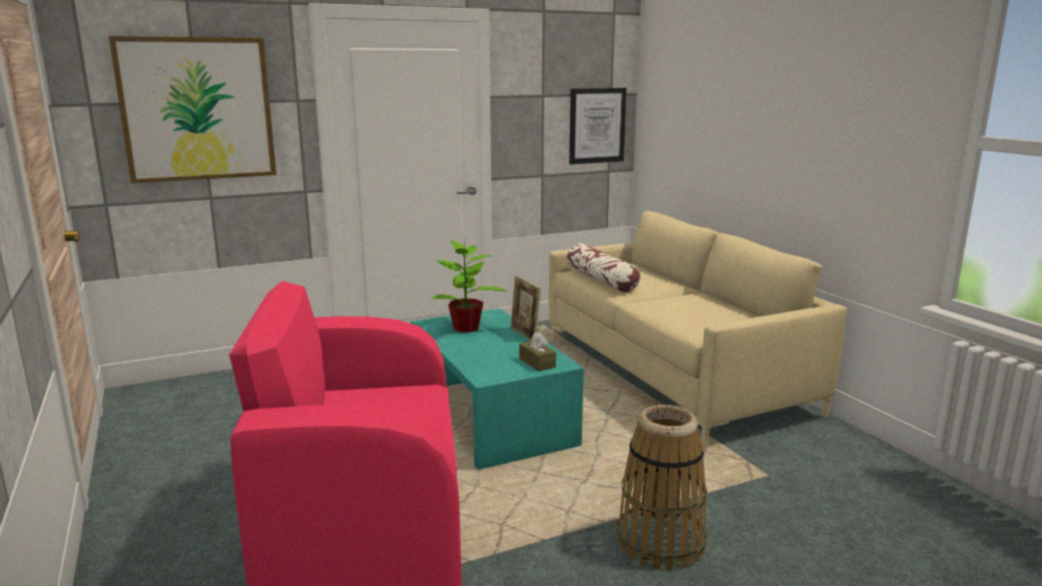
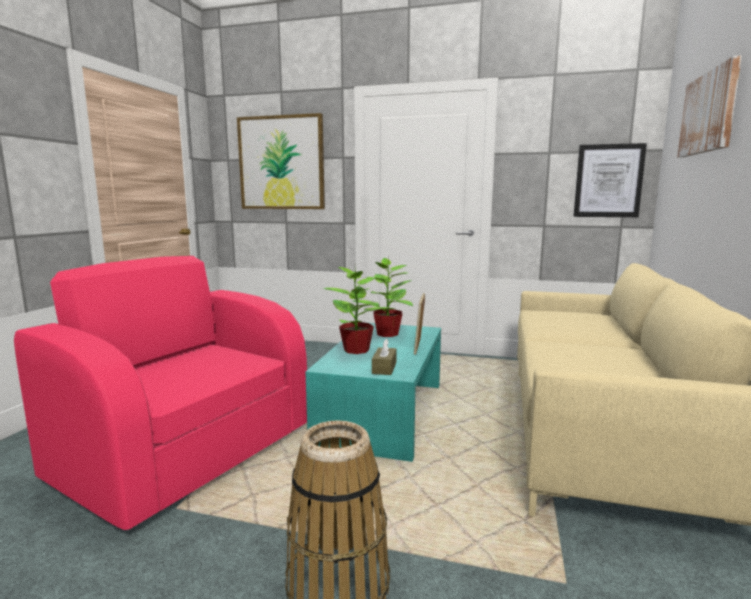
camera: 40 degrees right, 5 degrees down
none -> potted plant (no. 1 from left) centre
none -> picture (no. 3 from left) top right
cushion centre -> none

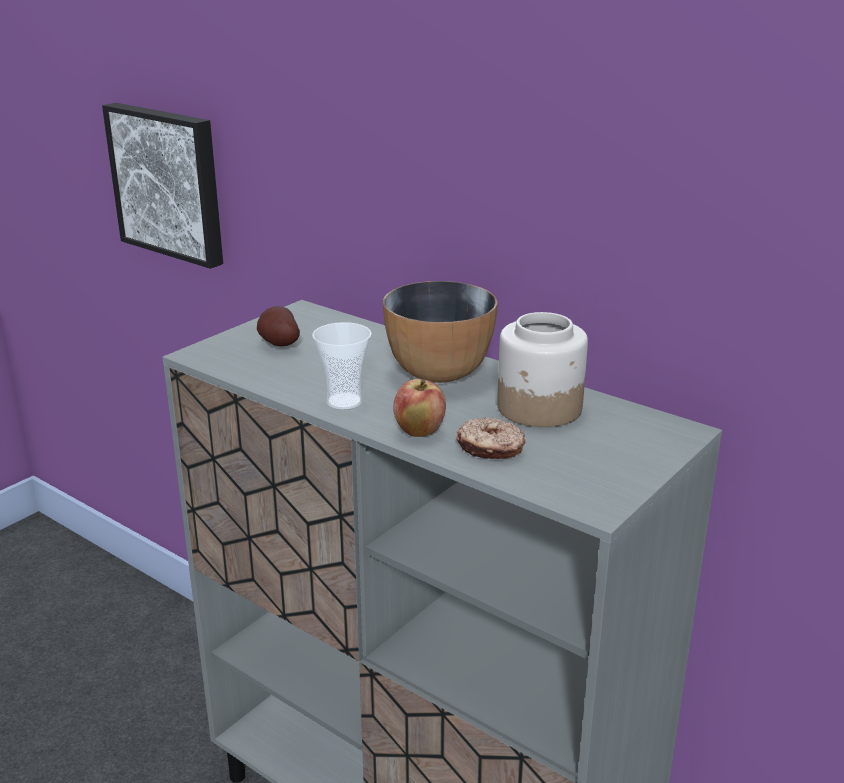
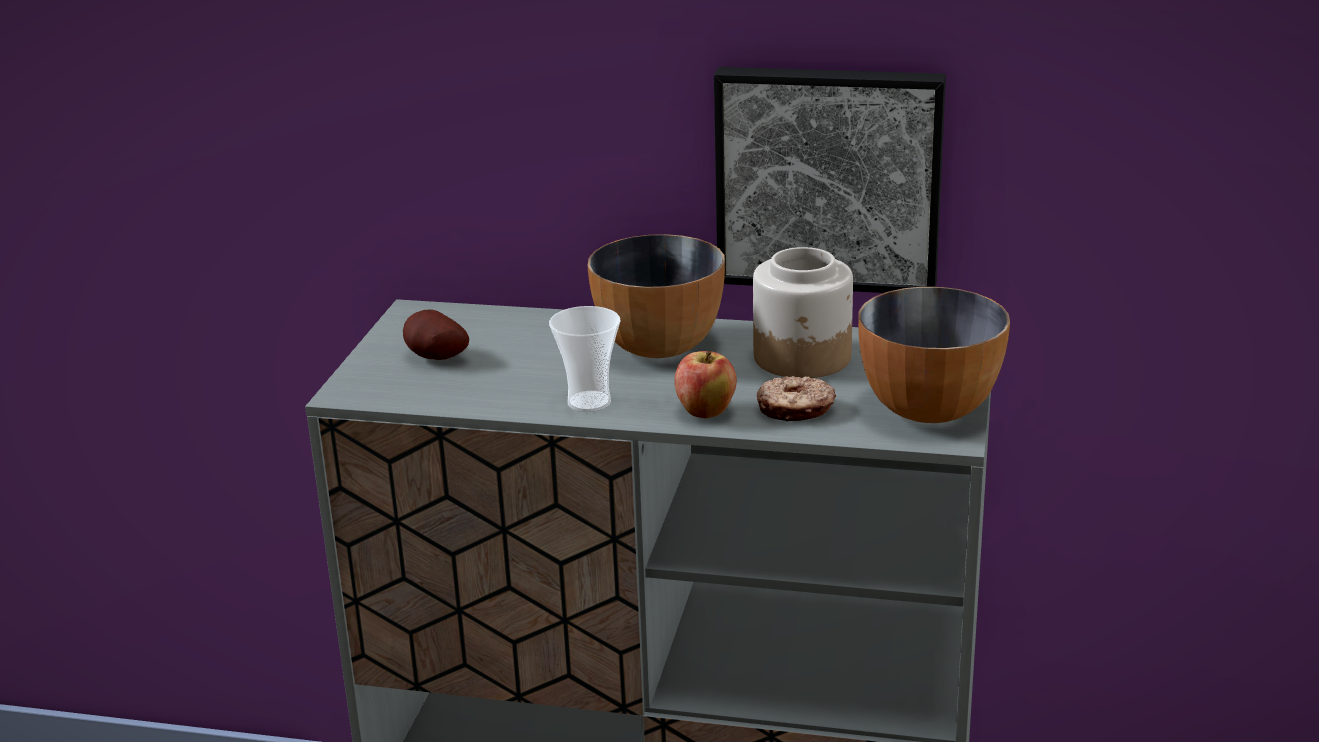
camera: 25 degrees left, 0 degrees up
picture top left -> picture top centre, shifted
none -> bowl (no. 2 from left) middle right

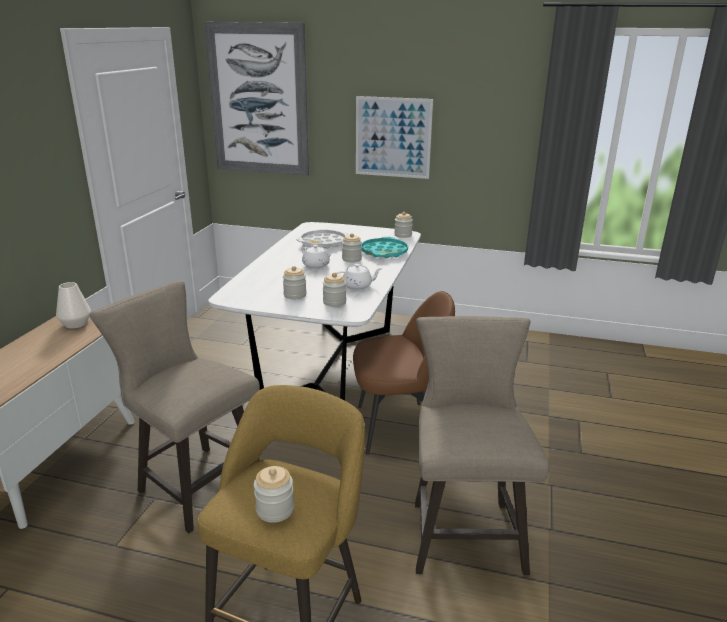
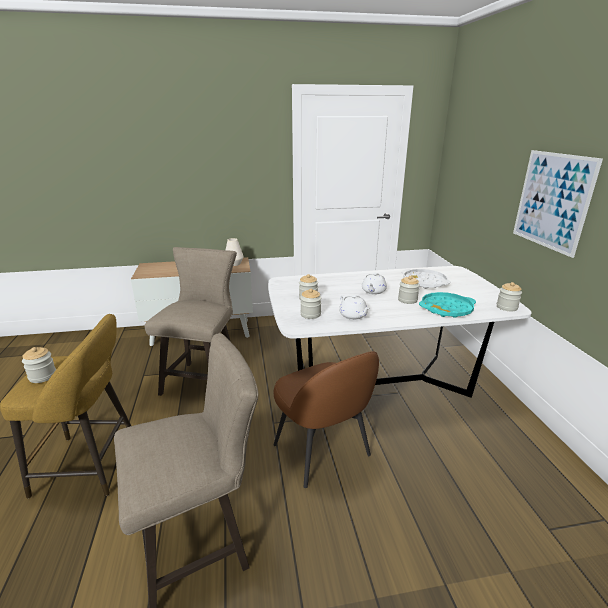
camera: 65 degrees right, 0 degrees up
picture (no. 1 from left) top centre -> none

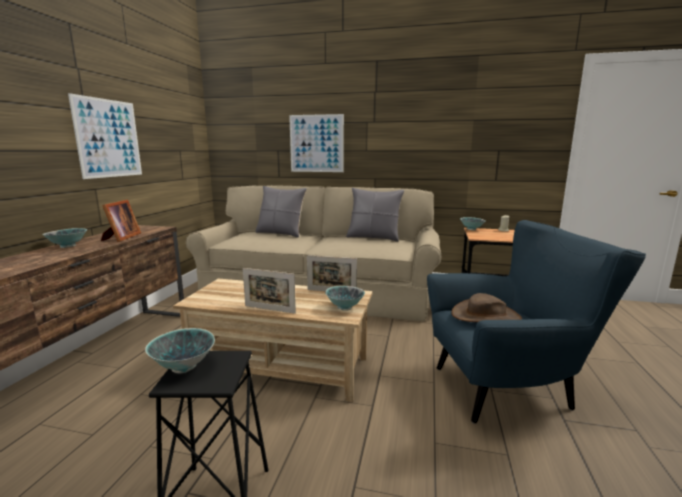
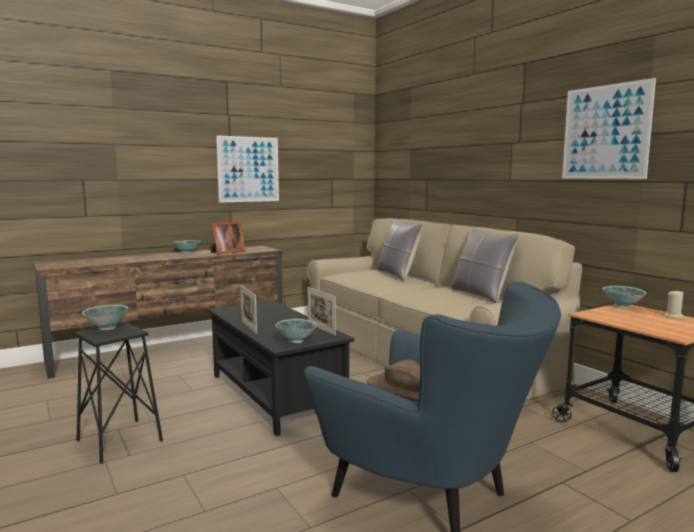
camera: 45 degrees right, 5 degrees down
beige-coloured low table bottom centre -> black low table bottom centre
picture (no. 2 from left) top centre -> picture (no. 2 from left) top right, shifted

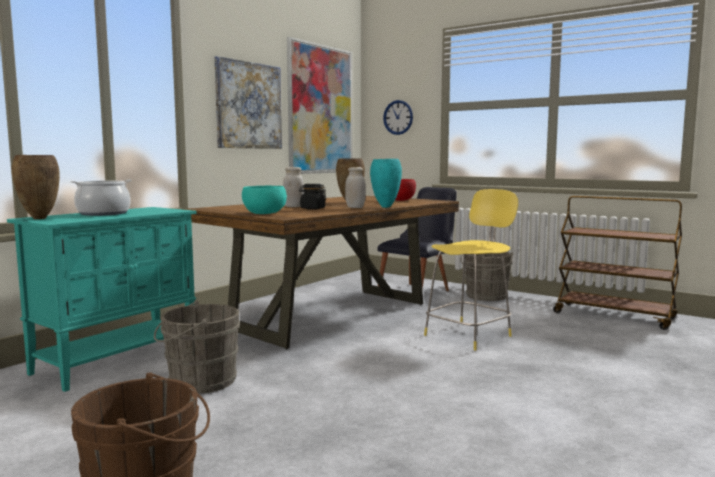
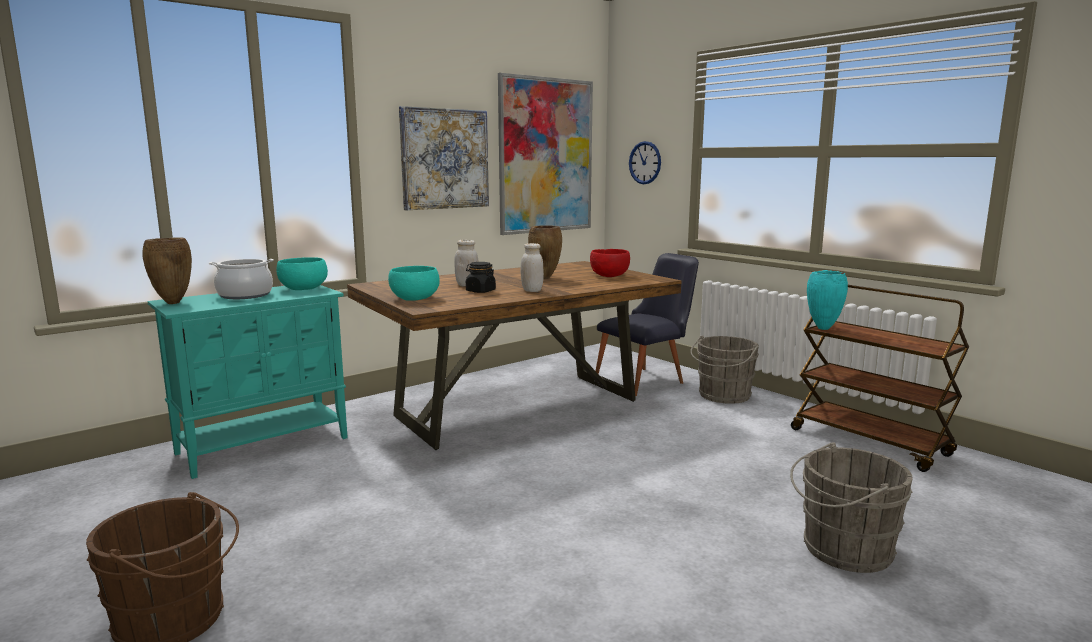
camera: 15 degrees right, 5 degrees up
none -> blue-green bowl (no. 1 from left) middle left
gray water bucket (no. 1 from left in the first image) bottom left -> gray water bucket (no. 2 from left) bottom right, shifted
blue-green flower vase centre -> blue-green flower vase middle right, shifted
yellowish stool seat centre -> none

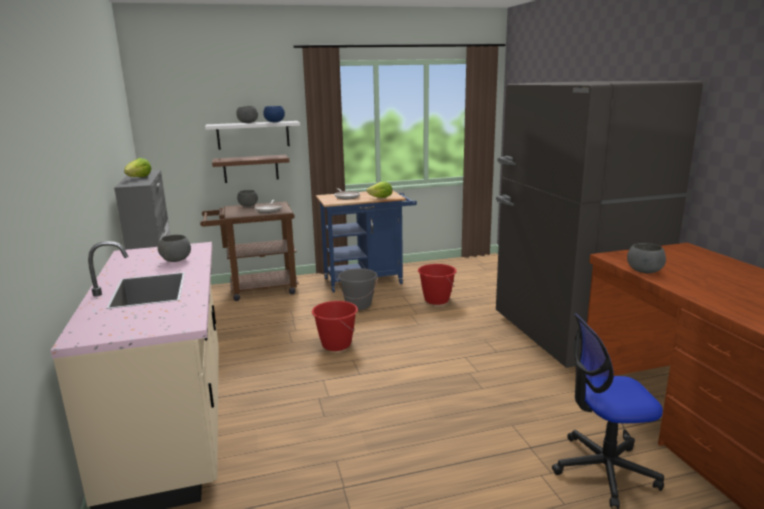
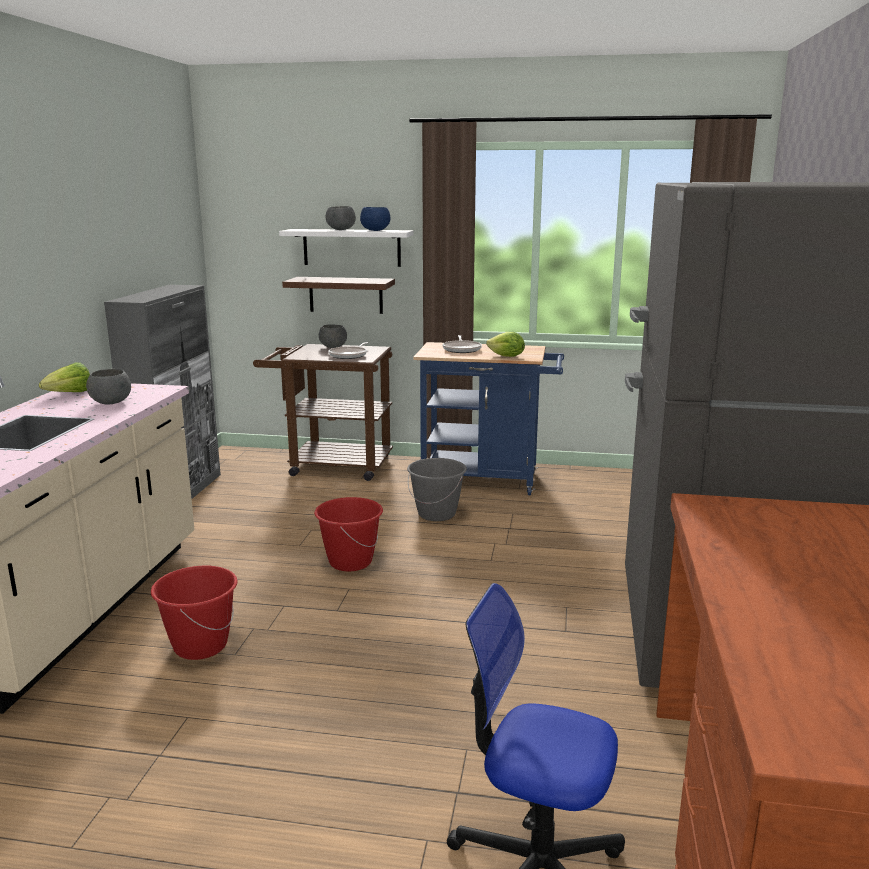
camera: 25 degrees right, 0 degrees up
head of lettuce (no. 1 from left) top left -> head of lettuce (no. 1 from left) middle left, shifted
red-coloured water bucket (no. 2 from left in the first image) centre -> red-coloured water bucket (no. 1 from left) bottom left, shifted
gray bowl (no. 4 from left) middle right -> none

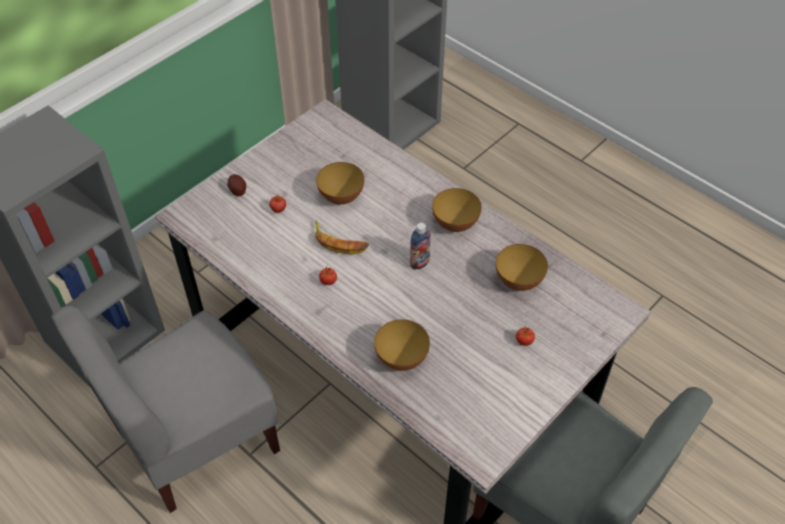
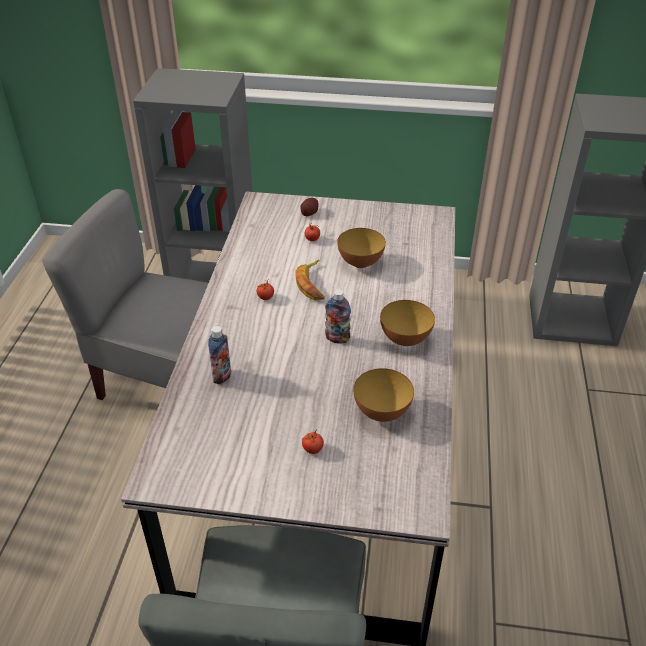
camera: 55 degrees right, 10 degrees down
bowl (no. 2 from left) centre -> bottle (no. 1 from left) centre

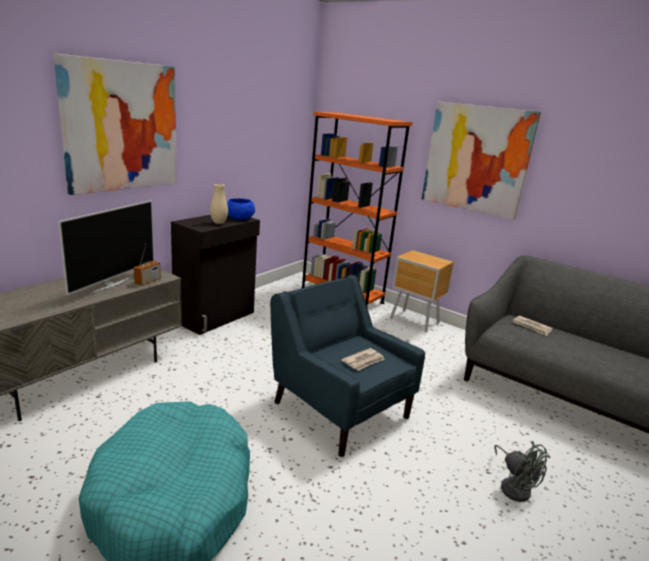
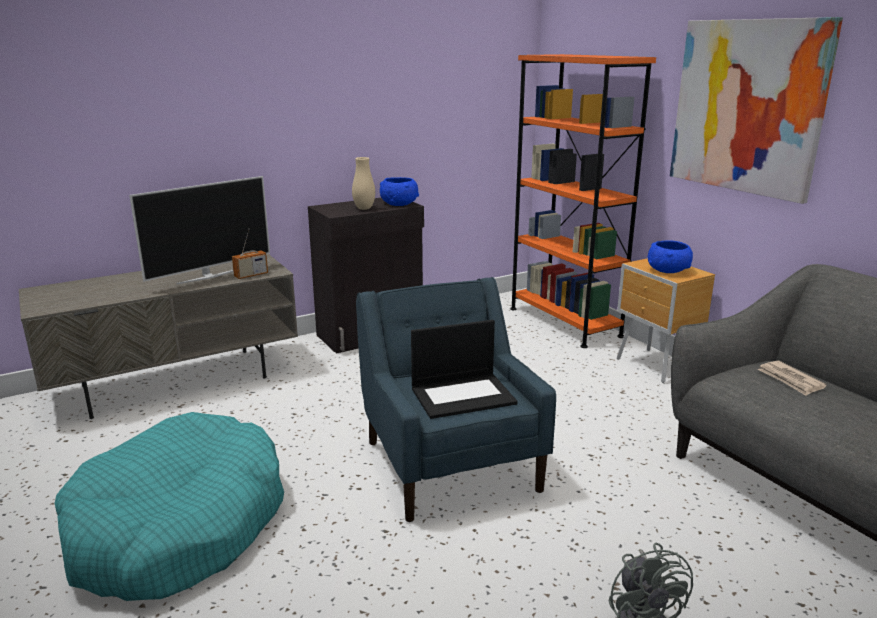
camera: 25 degrees right, 0 degrees up
newspaper (no. 1 from left) centre -> portable computer centre
none -> blue-coloured bowl (no. 2 from left) middle right
picture (no. 1 from left) top left -> none

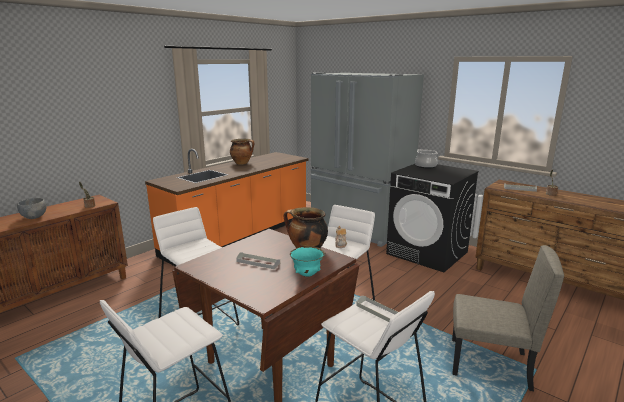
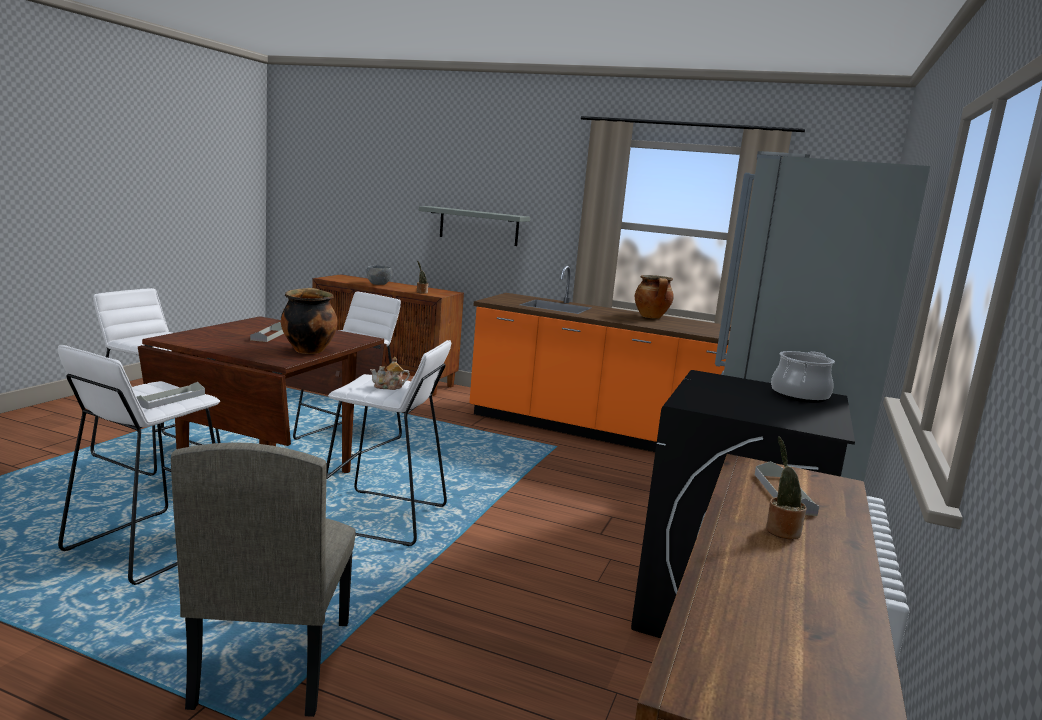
camera: 70 degrees right, 5 degrees down
none -> gray wall shelf top centre
blue-green bowl centre -> none

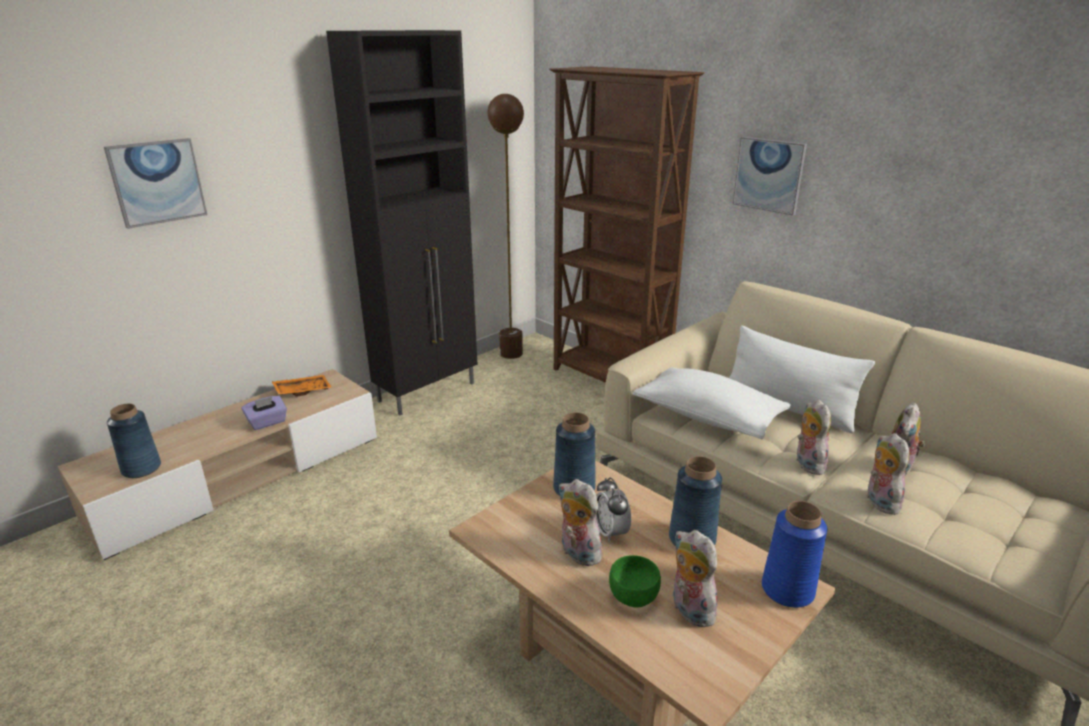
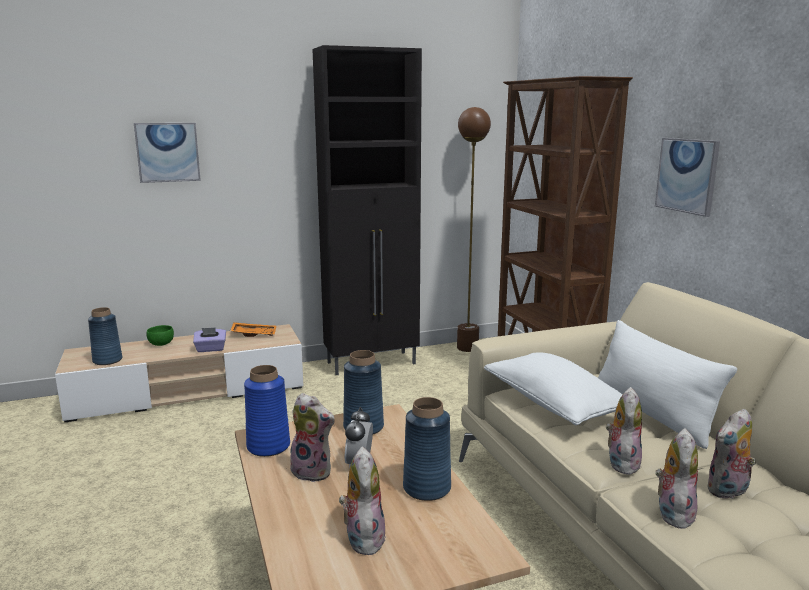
camera: 25 degrees right, 10 degrees down
green-coloured bowl bottom centre -> green-coloured bowl middle left, shifted
blue-coloured flower vase (no. 4 from left in the first image) bottom right -> blue-coloured flower vase (no. 2 from left) bottom left, shifted
soft toy (no. 1 from left) bottom centre, 135 degrees clockwise

